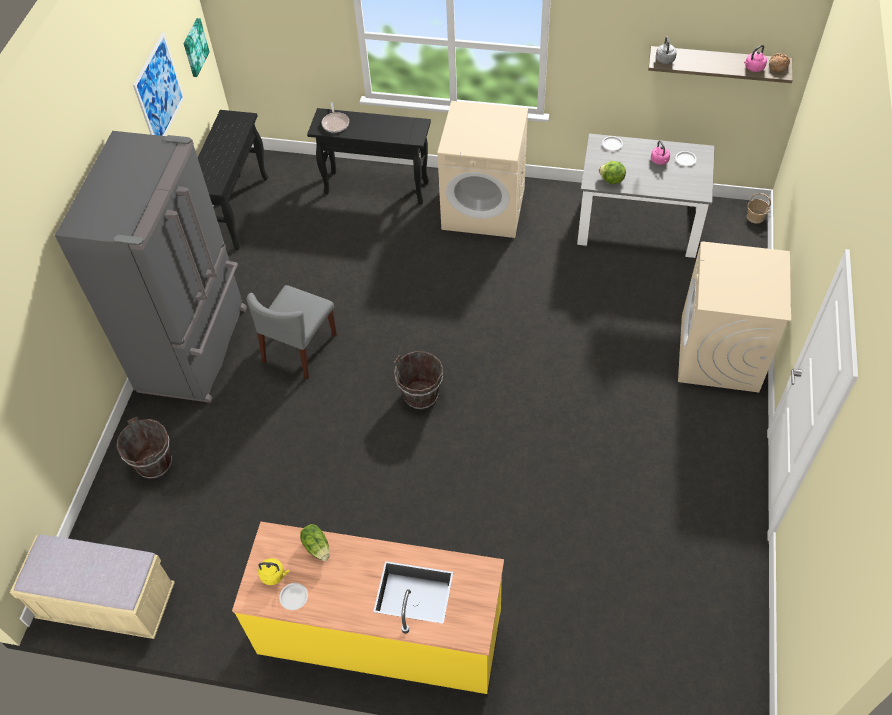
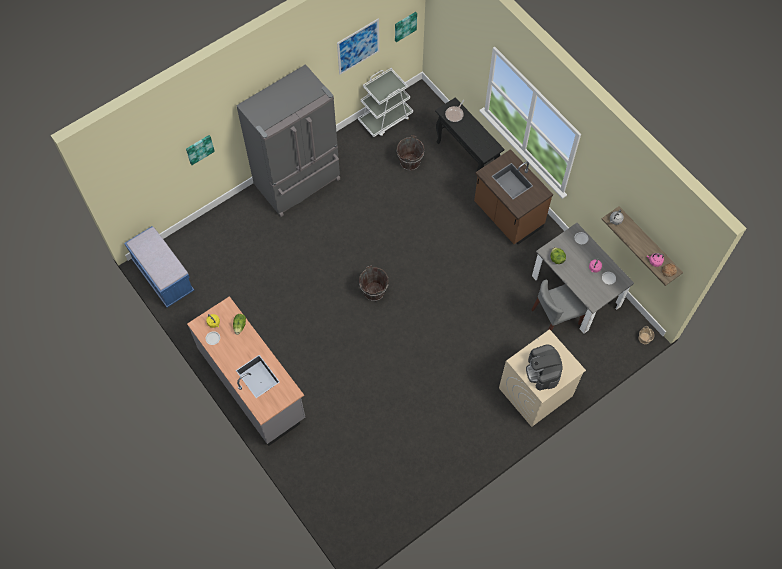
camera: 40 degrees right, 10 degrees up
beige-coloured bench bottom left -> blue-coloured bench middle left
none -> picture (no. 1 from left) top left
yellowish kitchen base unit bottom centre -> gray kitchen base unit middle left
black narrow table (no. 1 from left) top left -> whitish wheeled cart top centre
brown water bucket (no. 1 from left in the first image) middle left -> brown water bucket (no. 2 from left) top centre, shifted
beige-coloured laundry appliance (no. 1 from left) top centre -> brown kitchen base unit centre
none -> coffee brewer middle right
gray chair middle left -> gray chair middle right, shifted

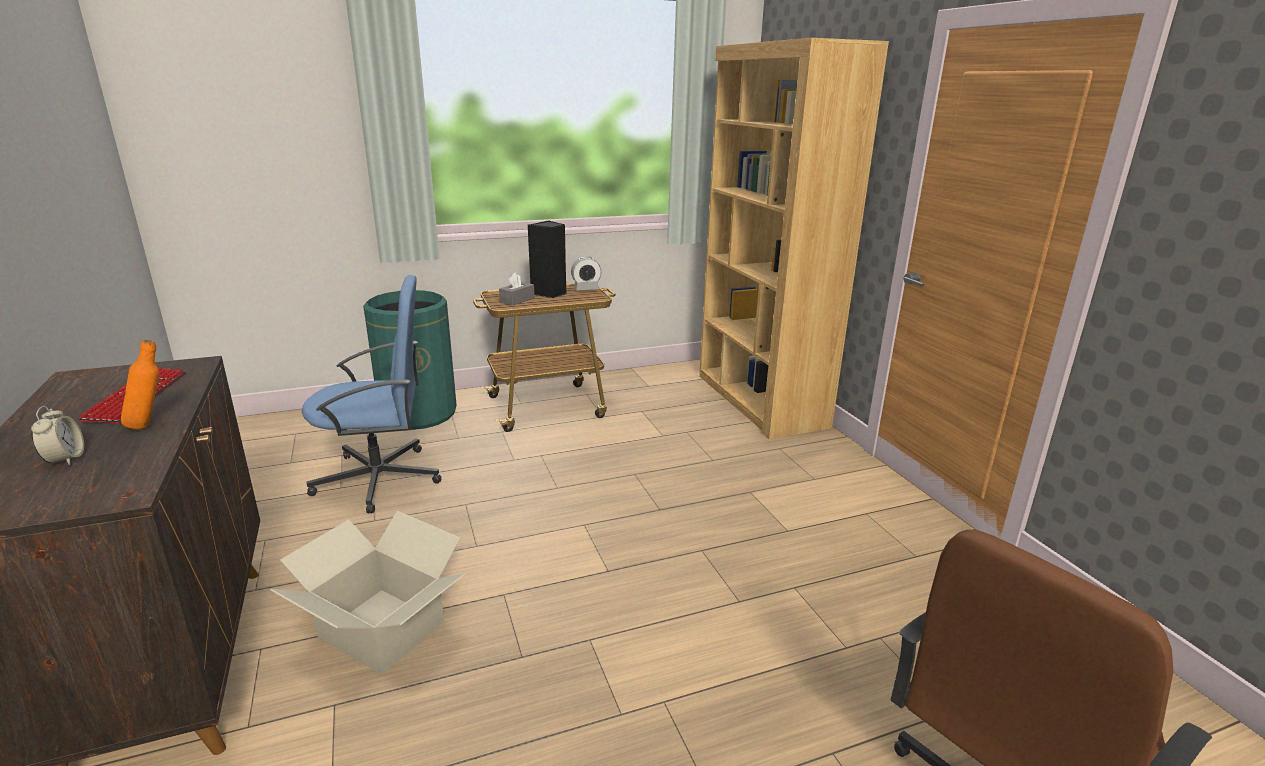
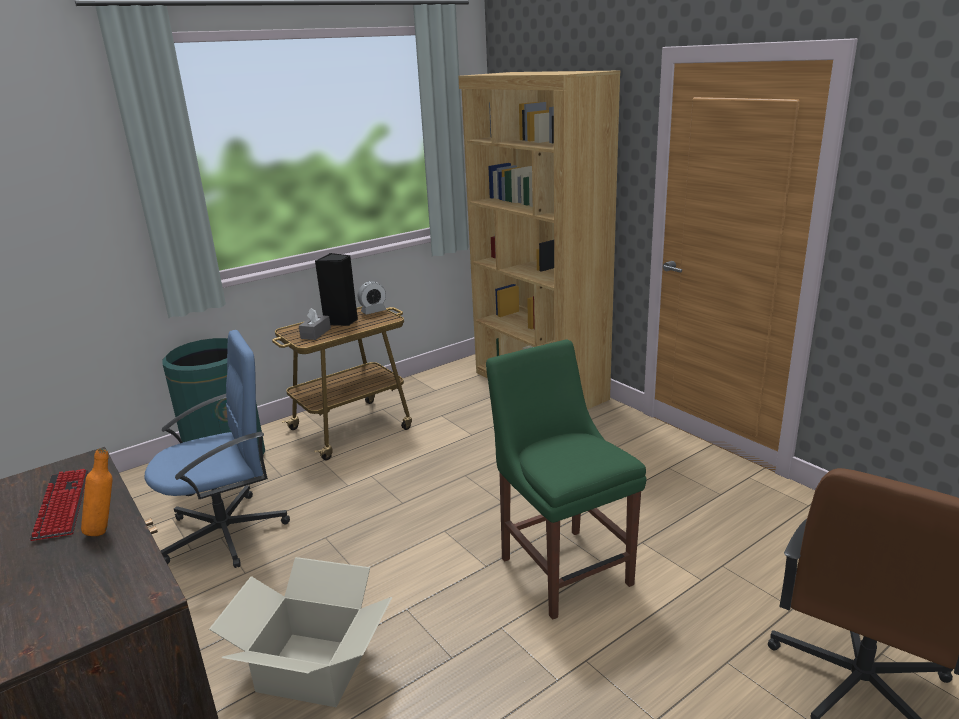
camera: 15 degrees left, 0 degrees up
none -> green-coloured chair bottom centre
table clock (no. 1 from left) middle left -> none

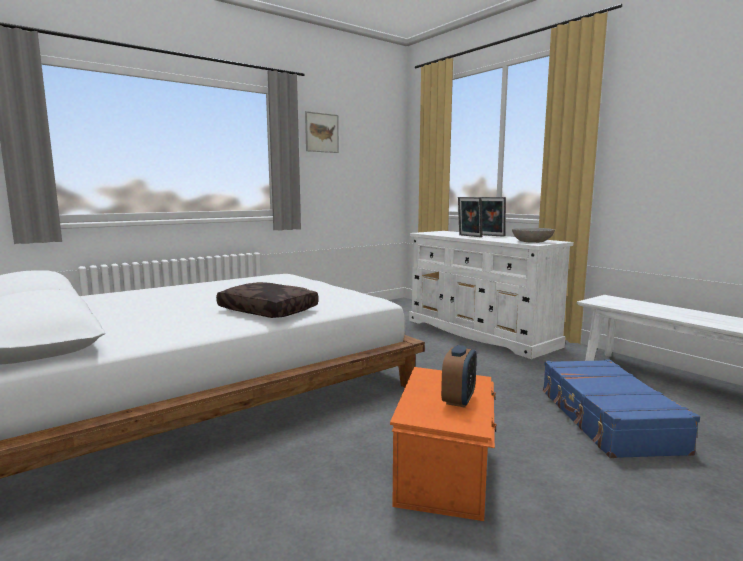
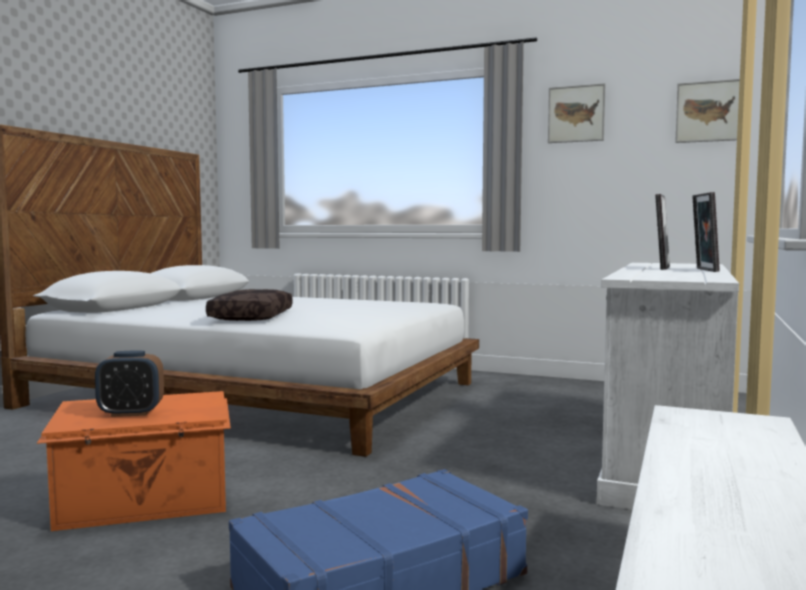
camera: 60 degrees right, 5 degrees down
none -> picture (no. 2 from left) top right
gray bowl middle right -> none

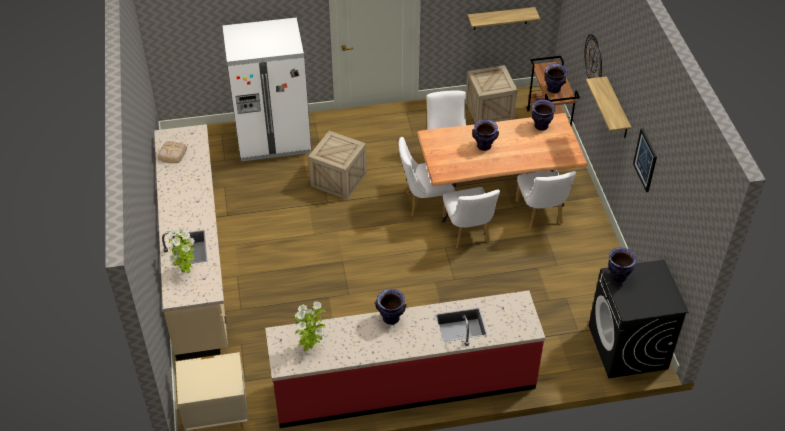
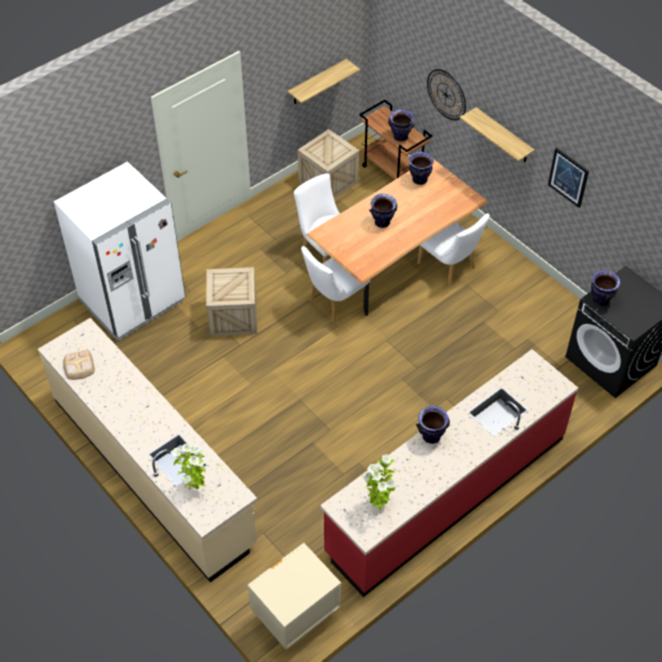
camera: 30 degrees left, 5 degrees up
whitish chair (no. 3 from left) centre -> none

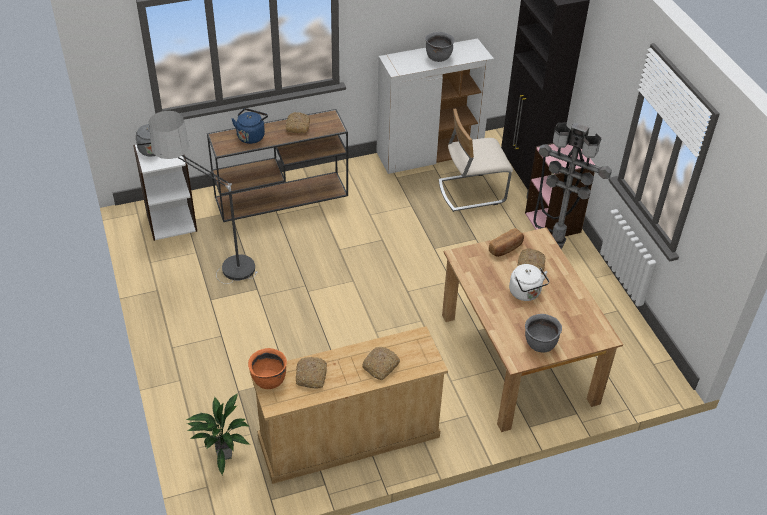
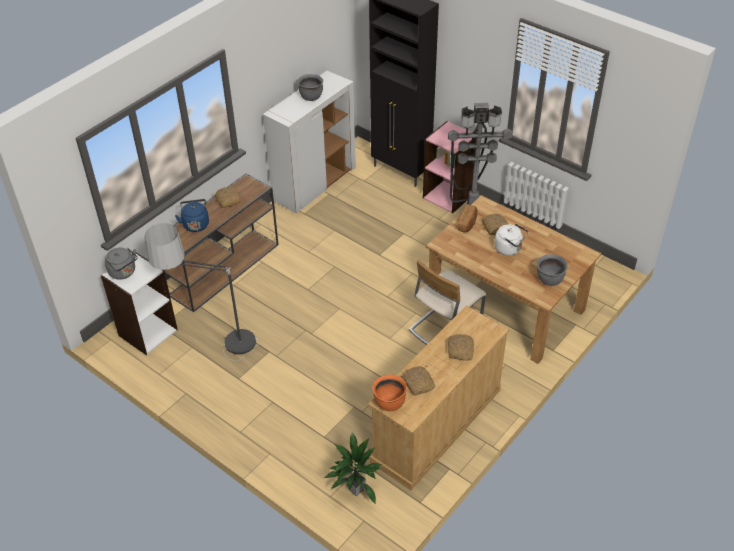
camera: 30 degrees left, 0 degrees up
beige-coloured chair top centre -> beige-coloured chair centre, shifted

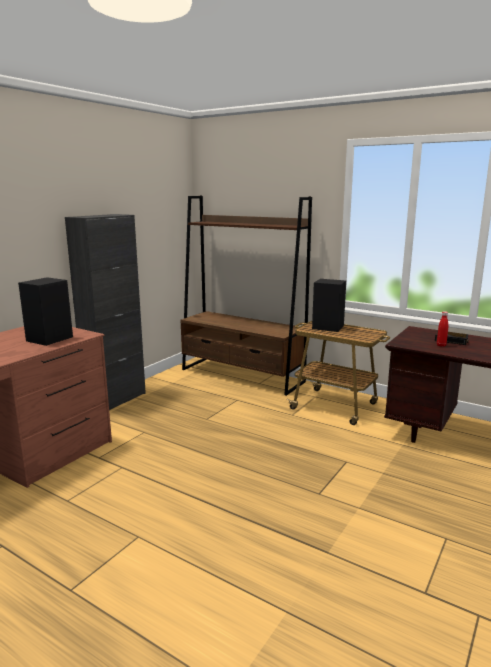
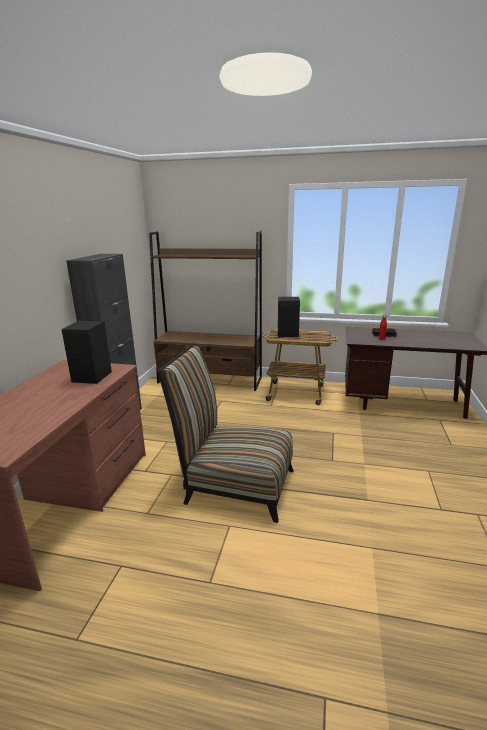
camera: 20 degrees left, 5 degrees up
none -> chair centre

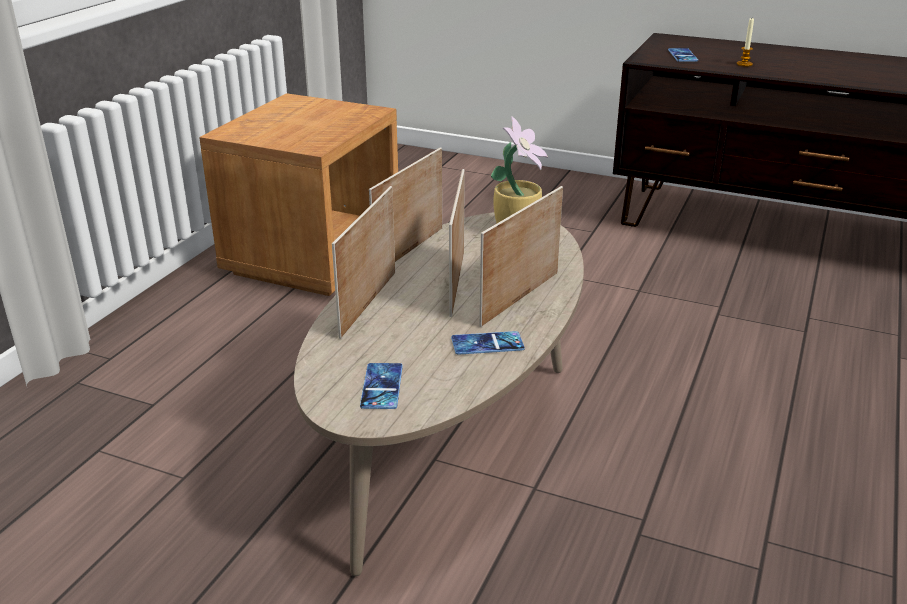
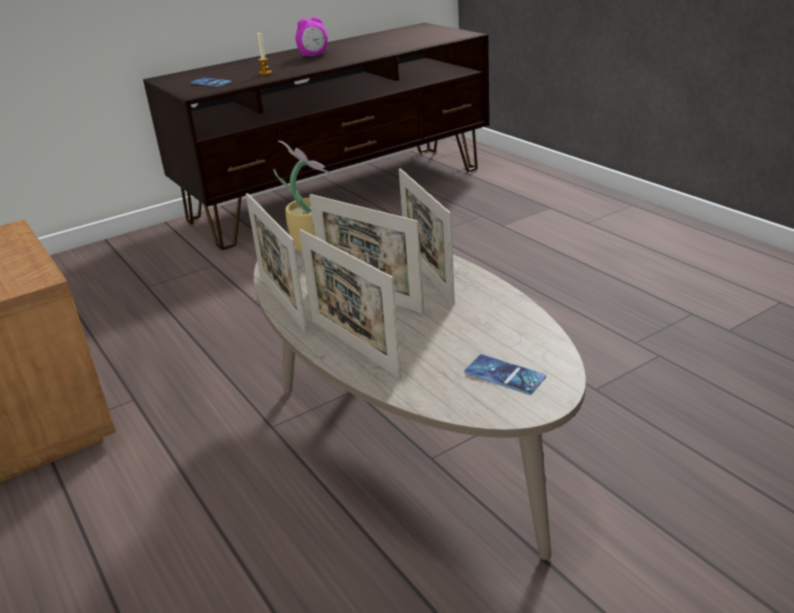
camera: 55 degrees left, 0 degrees up
none -> table clock top centre
telephone (no. 2 from left) centre -> none

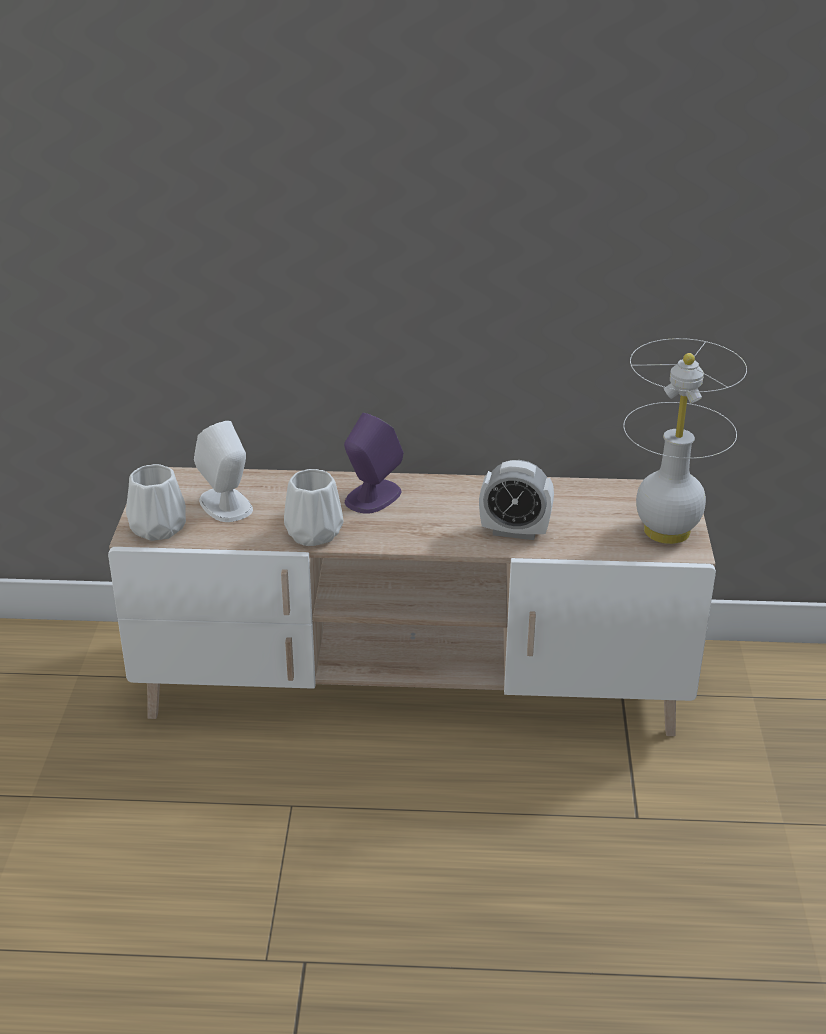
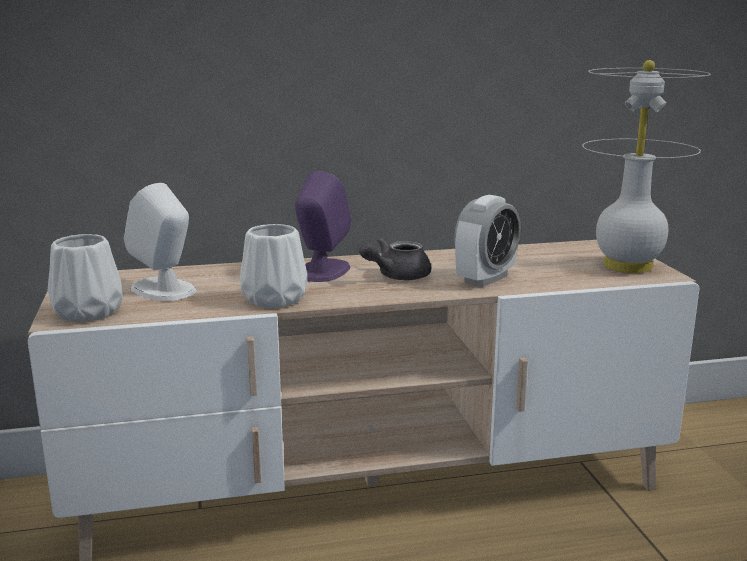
camera: 15 degrees left, 15 degrees down
none -> gray teapot centre
table clock centre, 45 degrees counterclockwise

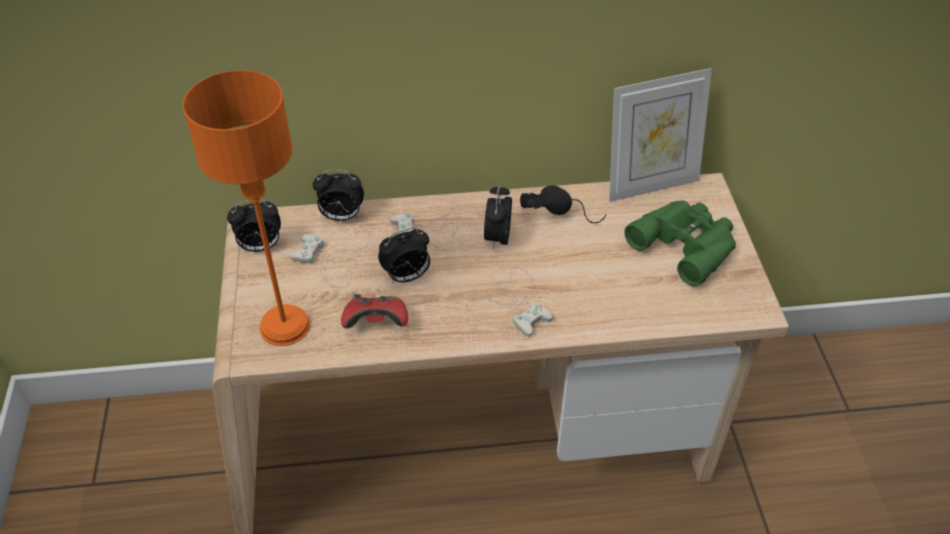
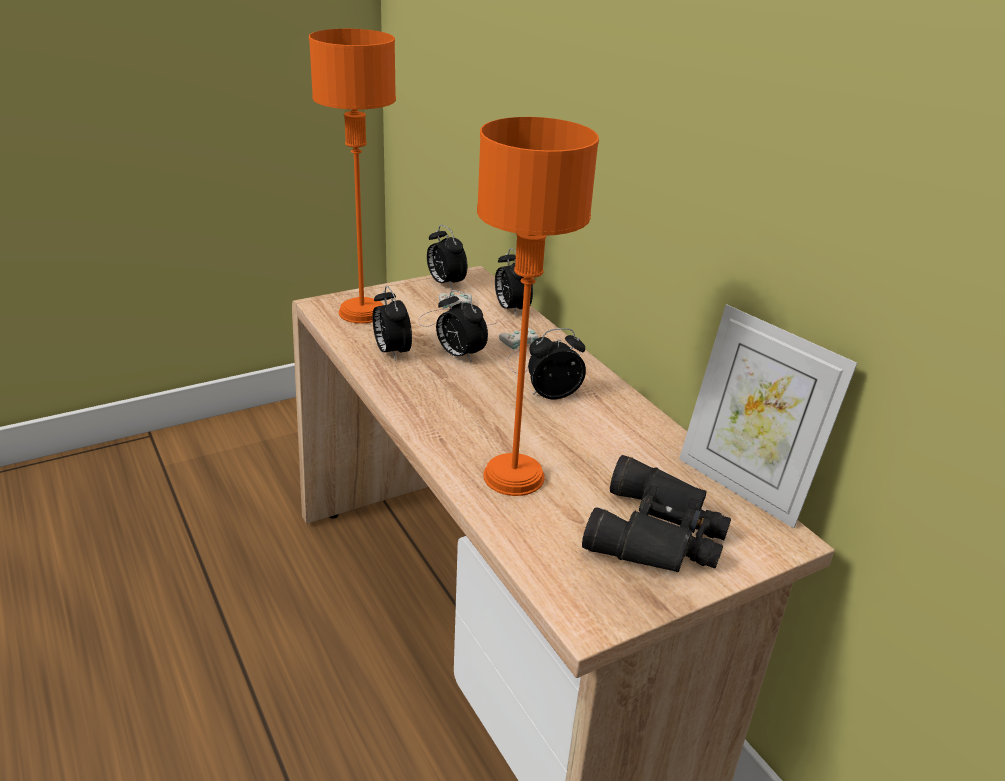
camera: 65 degrees right, 15 degrees down
red-coloured gamepad centre -> table clock (no. 1 from left) centre
none -> orangey lamp for a table (no. 2 from left) centre
green-coloured binoculars middle right -> black binoculars centre
whitish gamepad (no. 3 from left) centre -> none
black pair of headphones centre -> none

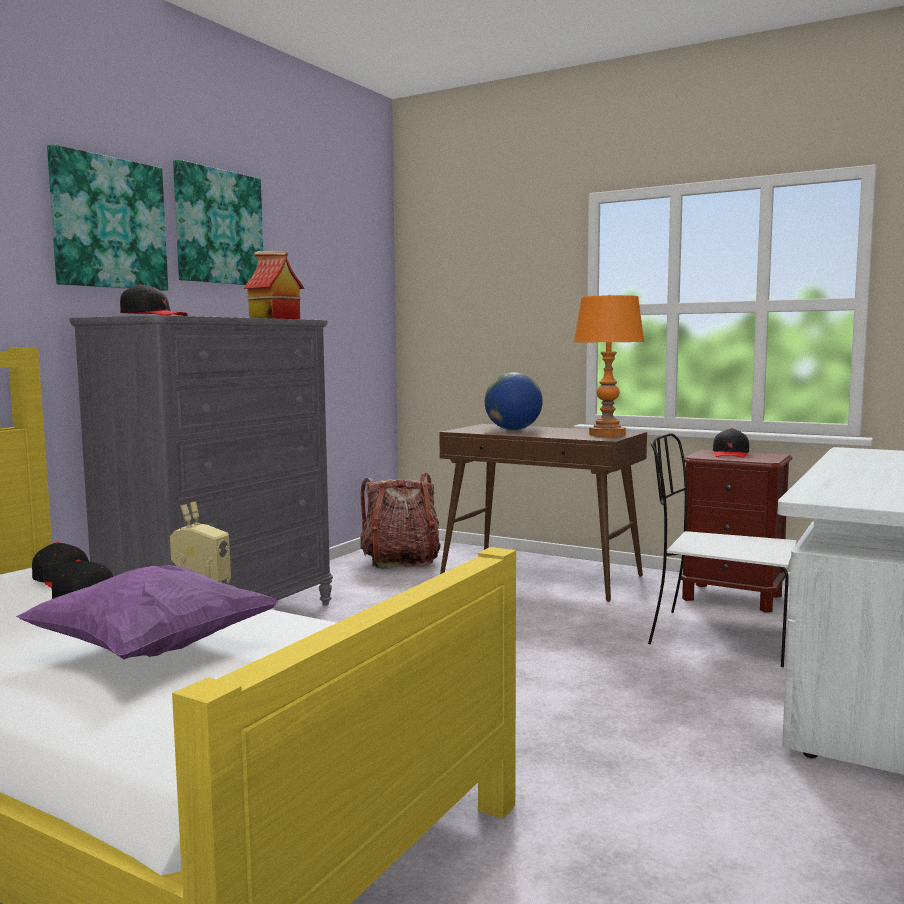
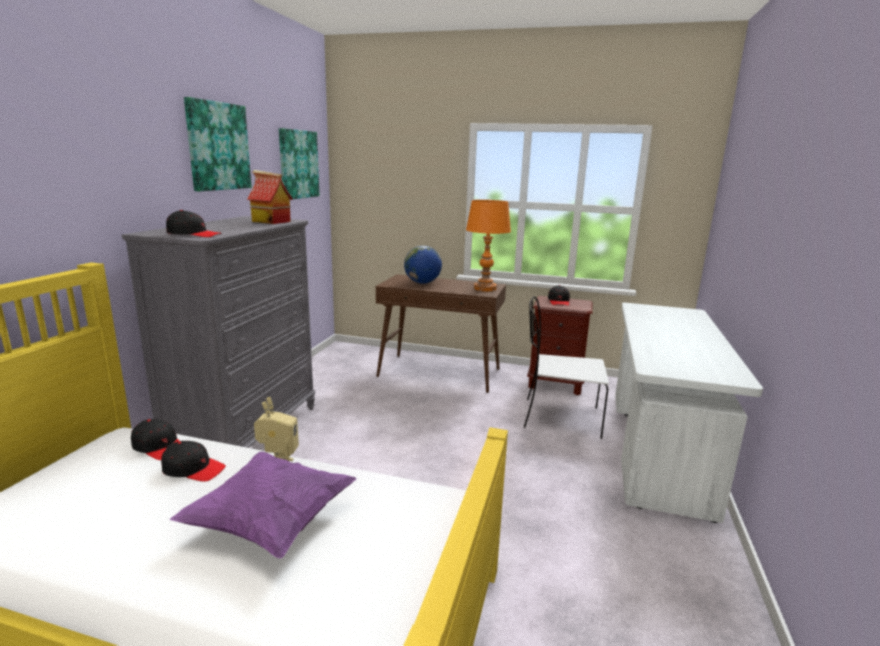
camera: 15 degrees left, 10 degrees up
picture (no. 1 from left in the first image) top left -> picture (no. 2 from left) top centre, shifted
knapsack centre -> none

